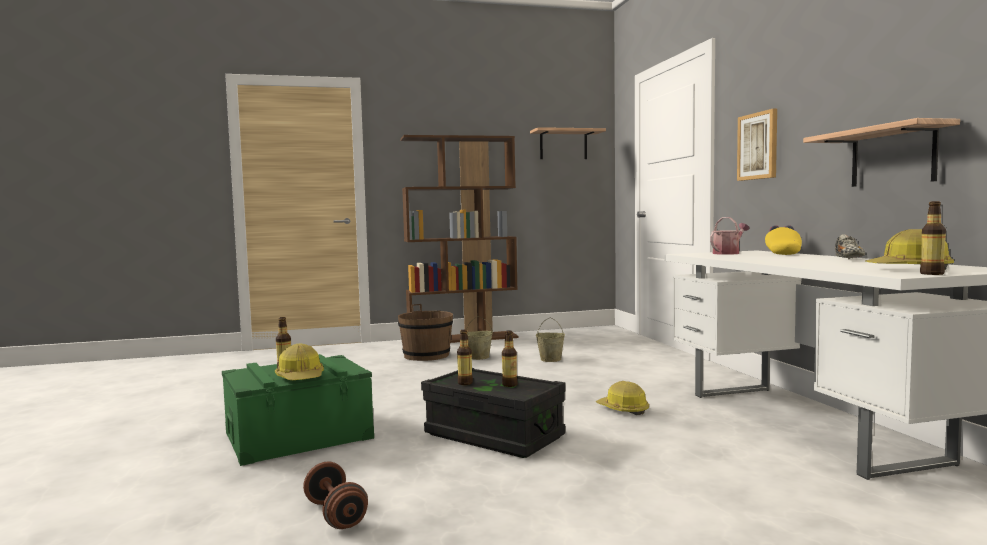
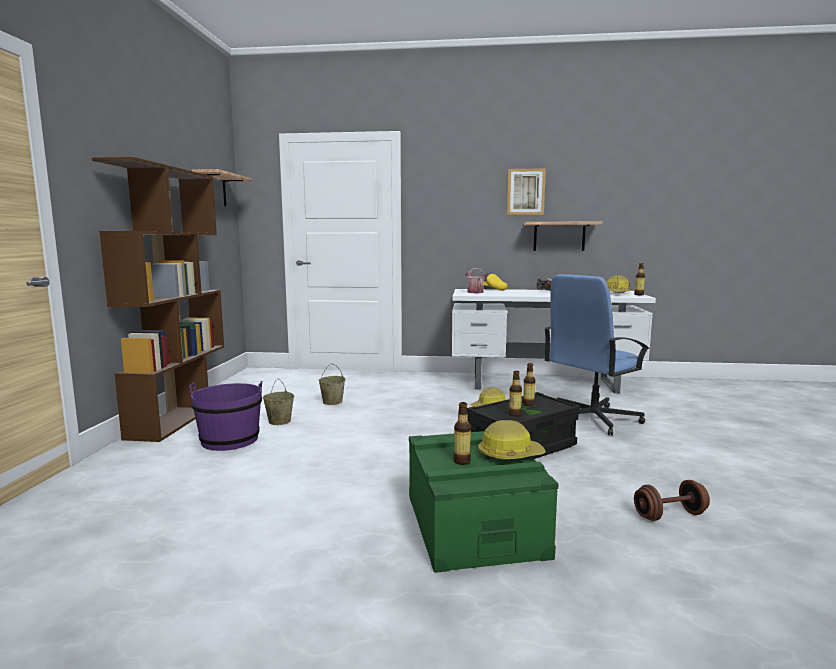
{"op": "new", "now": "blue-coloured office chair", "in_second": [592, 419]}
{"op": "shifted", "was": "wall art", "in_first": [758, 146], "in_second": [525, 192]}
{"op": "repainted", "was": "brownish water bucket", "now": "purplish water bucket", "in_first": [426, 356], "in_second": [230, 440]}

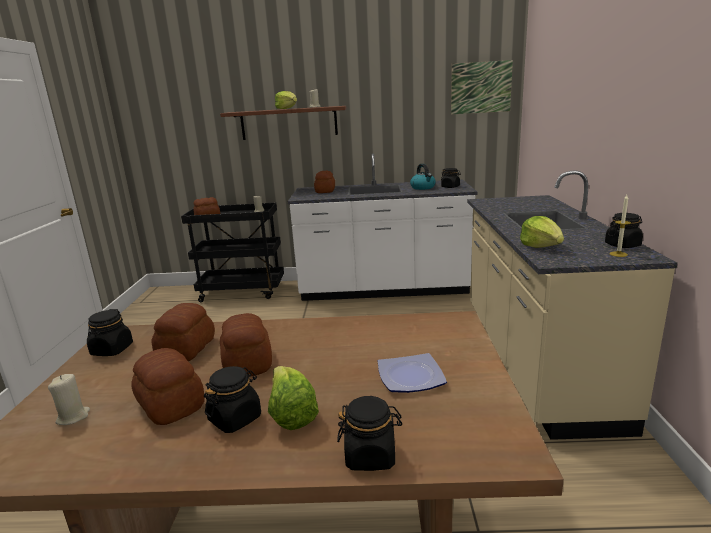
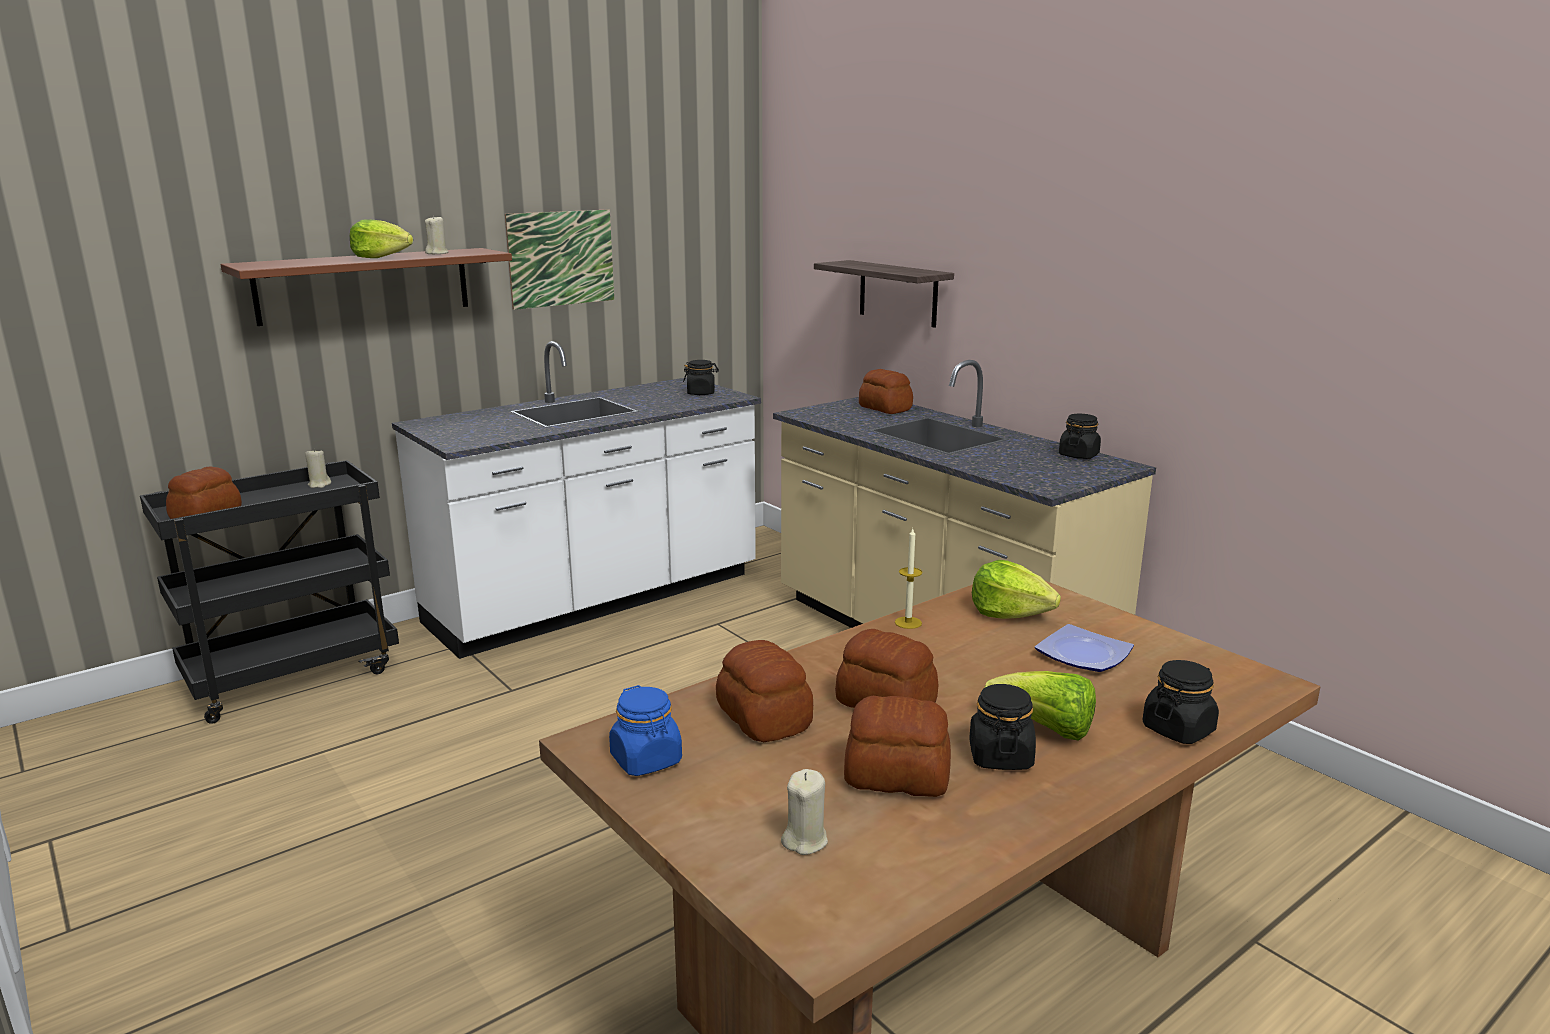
{"op": "gone", "was": "water kettle", "in_first": [423, 188]}
{"op": "new", "now": "bracket shelf", "in_second": [898, 293]}
{"op": "shifted", "was": "bread", "in_first": [325, 191], "in_second": [885, 409]}
{"op": "shifted", "was": "wall art", "in_first": [481, 87], "in_second": [561, 258]}
{"op": "shifted", "was": "lettuce", "in_first": [541, 246], "in_second": [1010, 613]}
{"op": "shifted", "was": "candle", "in_first": [618, 254], "in_second": [908, 622]}
{"op": "repainted", "was": "black-coloured jar", "now": "blue-coloured jar", "in_first": [112, 350], "in_second": [646, 760]}

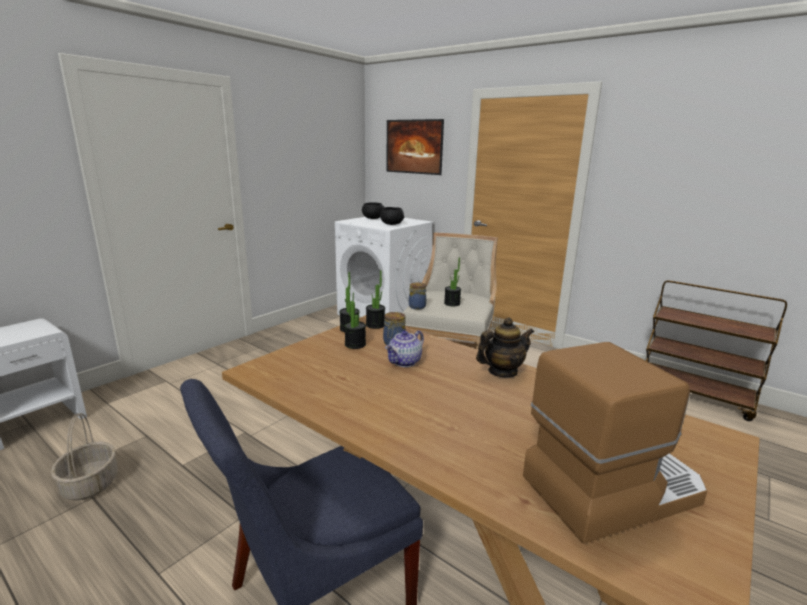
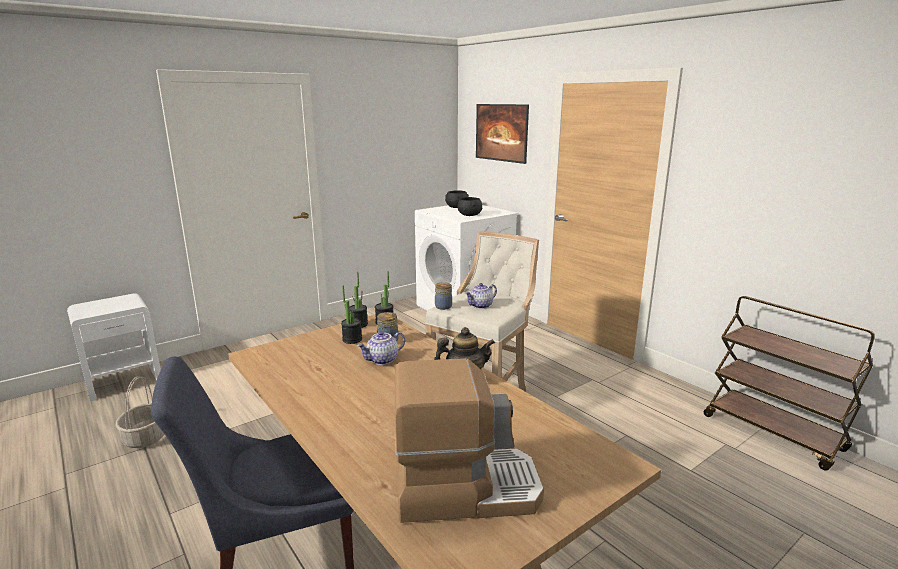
{"op": "swapped", "was": "houseplant", "now": "teapot", "in_first": [452, 303], "in_second": [481, 306]}

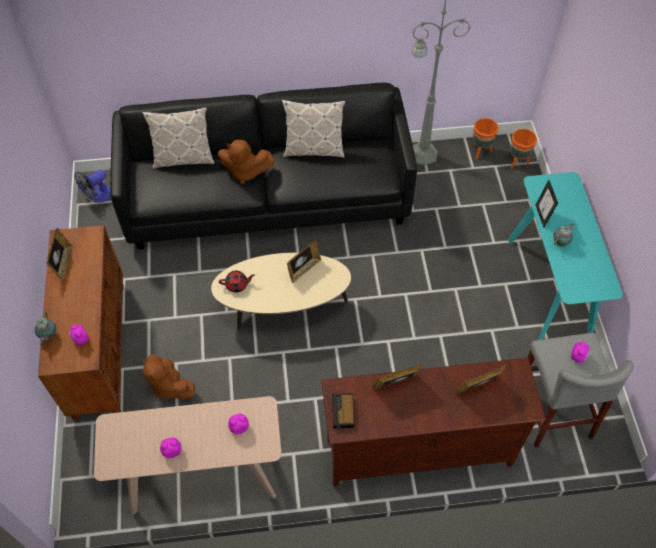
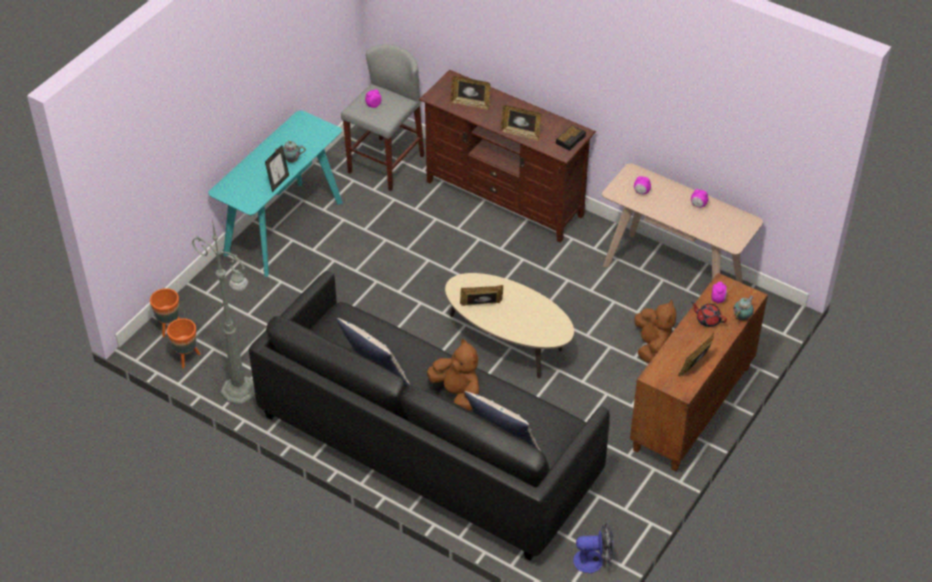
{"op": "shifted", "was": "reddish teapot", "in_first": [237, 285], "in_second": [707, 320]}

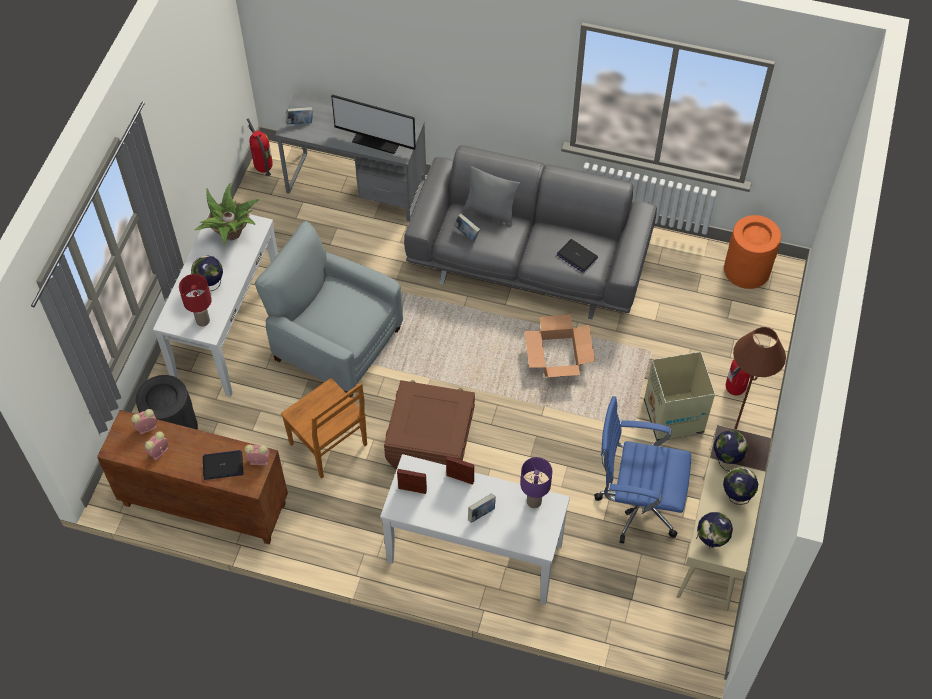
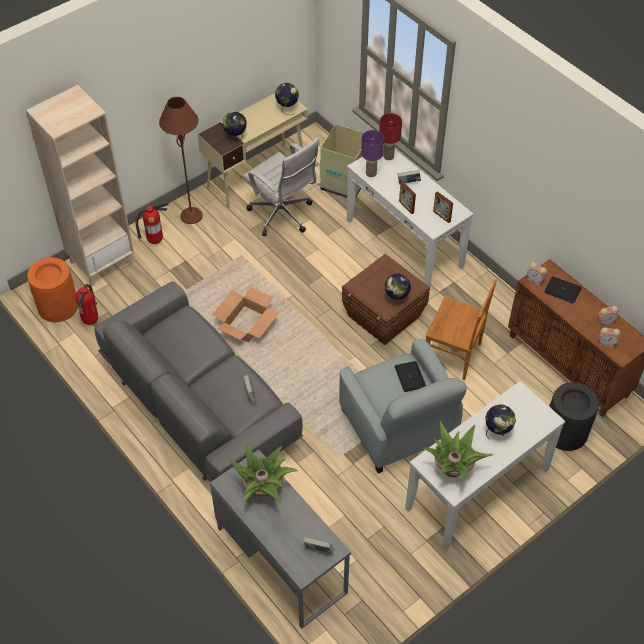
{"op": "gone", "was": "greyish throw pillow", "in_first": [490, 212]}
{"op": "new", "now": "sand-coloured bookcase", "in_second": [102, 261]}
{"op": "shifted", "was": "reddish table lamp", "in_first": [203, 320], "in_second": [388, 156]}
{"op": "shifted", "was": "fire extinguisher", "in_first": [263, 169], "in_second": [91, 321]}
{"op": "shifted", "was": "portable computer", "in_first": [576, 256], "in_second": [410, 377]}
{"op": "shifted", "was": "carton", "in_first": [673, 418], "in_second": [345, 183]}
{"op": "shifted", "was": "globe", "in_first": [736, 496], "in_second": [396, 299]}
{"op": "swapped", "was": "computer display", "now": "houseplant", "in_first": [377, 139], "in_second": [263, 489]}
{"op": "repainted", "was": "blue-coloured office chair", "now": "white-coloured office chair", "in_first": [635, 505], "in_second": [283, 216]}
{"op": "rotated", "was": "brownish chair", "in_first": [329, 446], "in_second": [454, 355], "clockwise": 120}

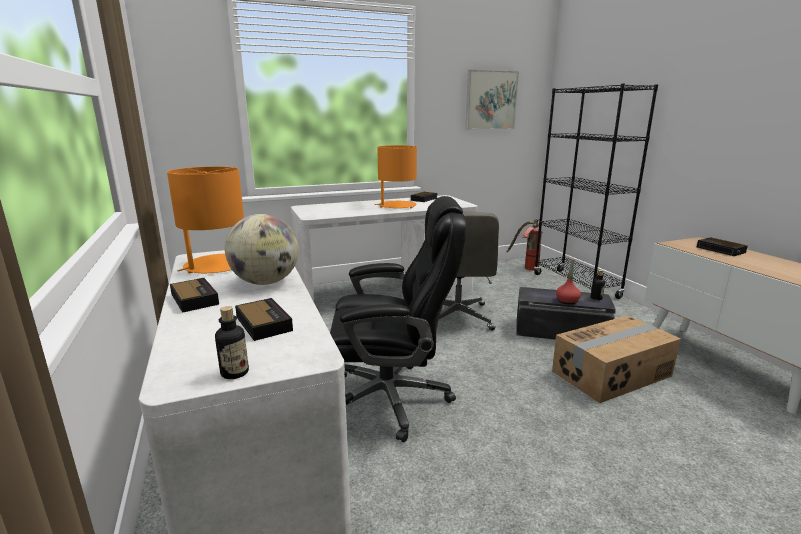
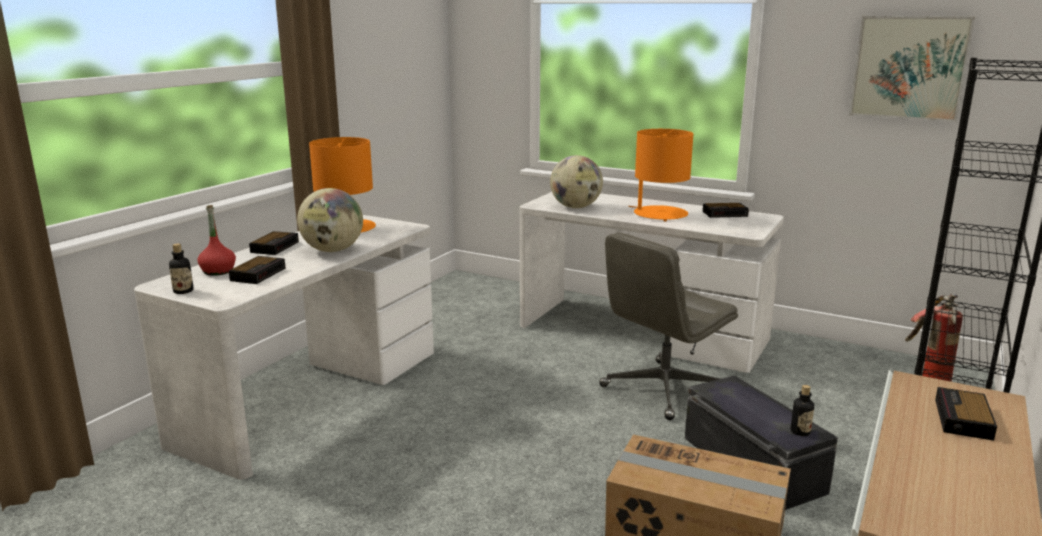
{"op": "gone", "was": "black-coloured office chair", "in_first": [391, 398]}
{"op": "new", "now": "globe", "in_second": [576, 207]}
{"op": "shifted", "was": "reddish bottle", "in_first": [567, 301], "in_second": [218, 271]}

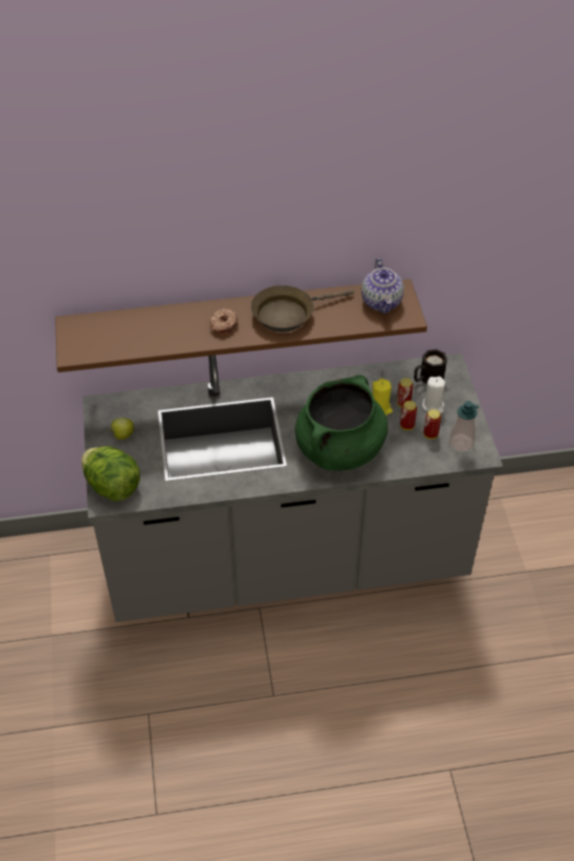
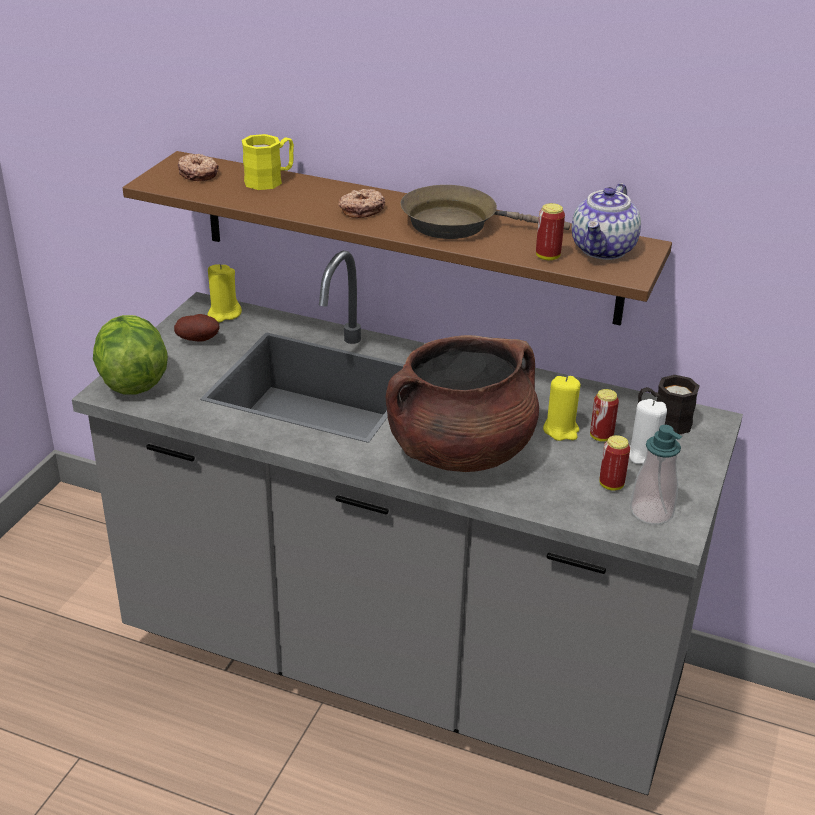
{"op": "new", "now": "doughnut", "in_second": [198, 174]}
{"op": "new", "now": "yellow candle", "in_second": [224, 314]}
{"op": "new", "now": "yellow tea mug", "in_second": [270, 180]}
{"op": "shifted", "was": "sealed can", "in_first": [407, 426], "in_second": [547, 257]}
{"op": "swapped", "was": "whole apple", "now": "spud", "in_first": [122, 435], "in_second": [199, 340]}
{"op": "repainted", "was": "green stockpot", "now": "brownish stockpot", "in_first": [340, 449], "in_second": [459, 452]}

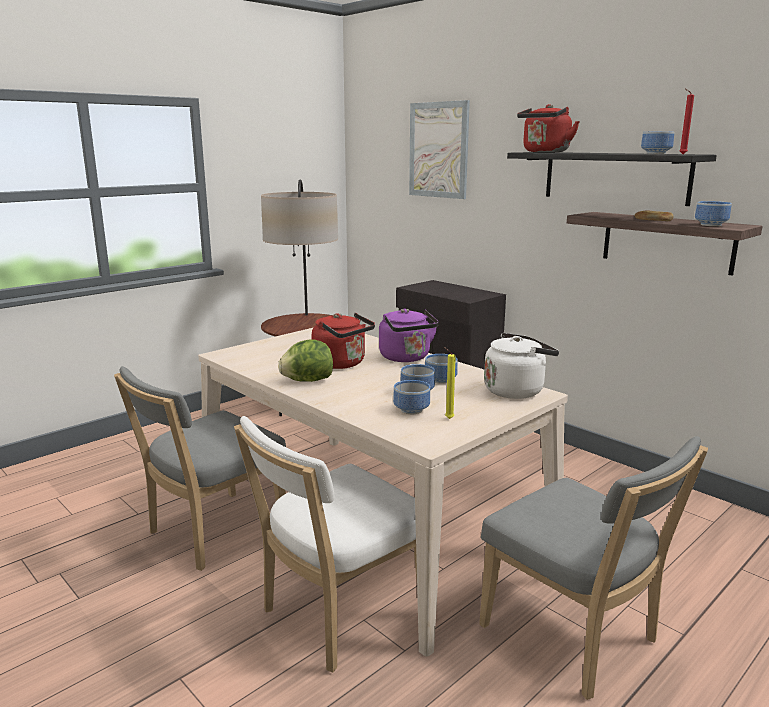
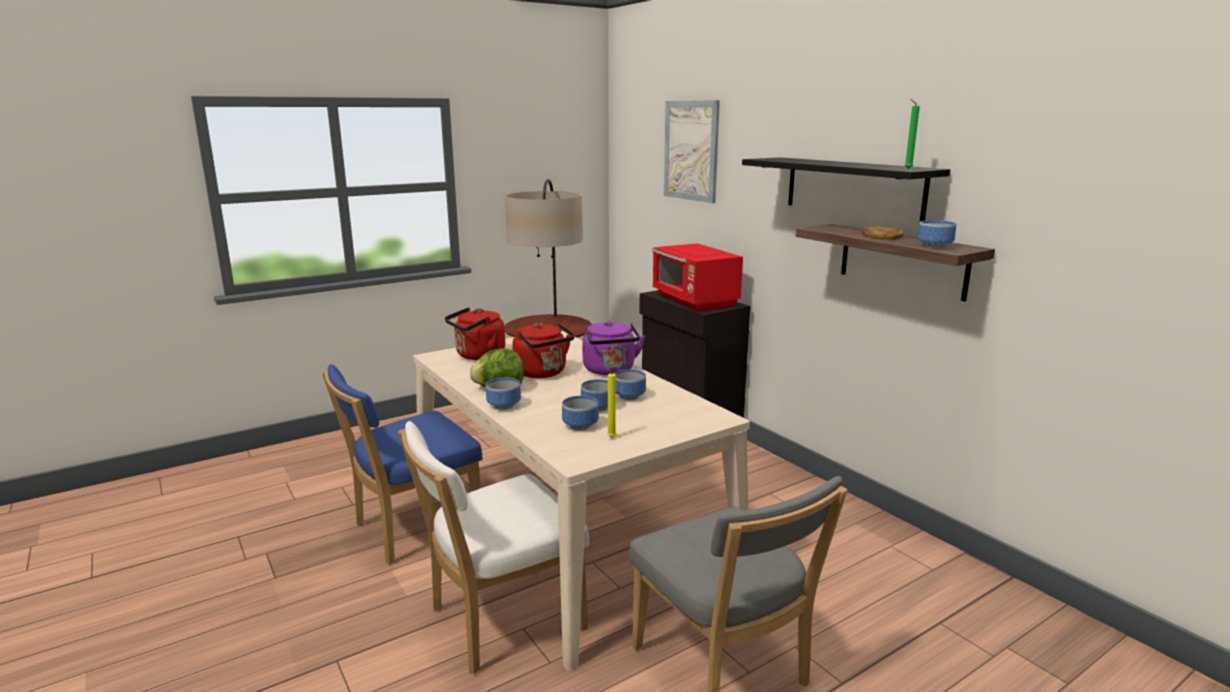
{"op": "gone", "was": "white-coloured water kettle", "in_first": [516, 390]}
{"op": "new", "now": "reddish kitchen microwave", "in_second": [694, 301]}
{"op": "shifted", "was": "reddish water kettle", "in_first": [544, 152], "in_second": [478, 356]}
{"op": "shifted", "was": "bowl", "in_first": [656, 153], "in_second": [504, 406]}
{"op": "repainted", "was": "greyish chair", "now": "blue-coloured chair", "in_first": [212, 532], "in_second": [413, 529]}
{"op": "repainted", "was": "reddish candle", "now": "green candle", "in_first": [681, 154], "in_second": [907, 169]}

